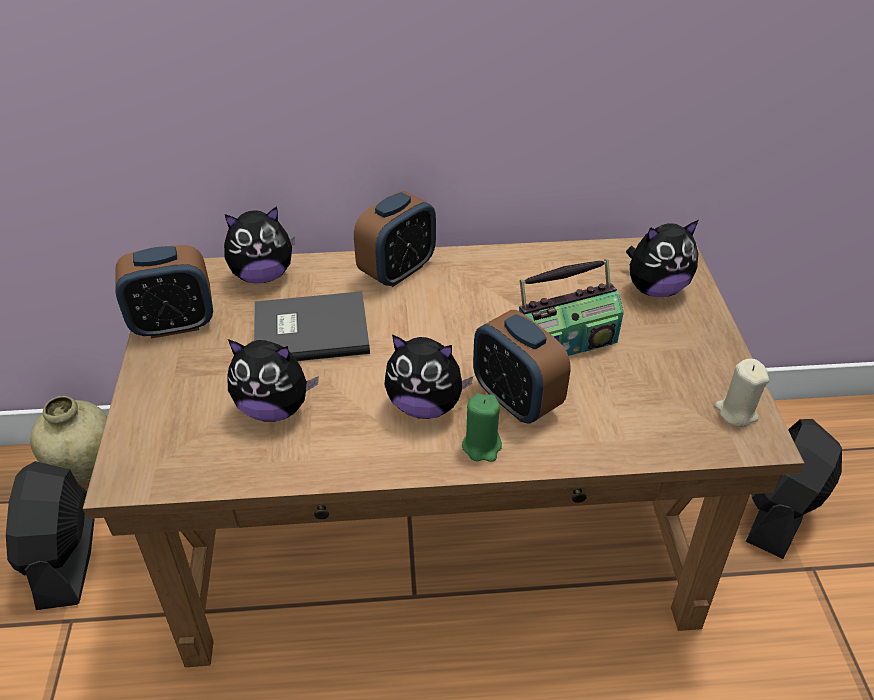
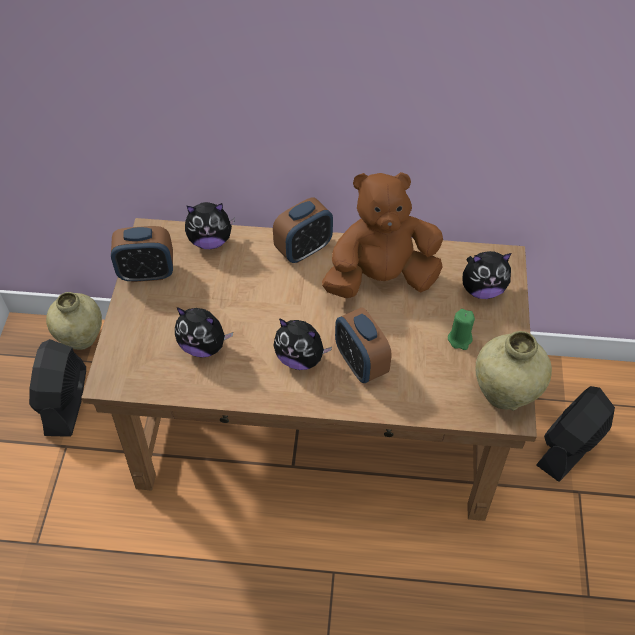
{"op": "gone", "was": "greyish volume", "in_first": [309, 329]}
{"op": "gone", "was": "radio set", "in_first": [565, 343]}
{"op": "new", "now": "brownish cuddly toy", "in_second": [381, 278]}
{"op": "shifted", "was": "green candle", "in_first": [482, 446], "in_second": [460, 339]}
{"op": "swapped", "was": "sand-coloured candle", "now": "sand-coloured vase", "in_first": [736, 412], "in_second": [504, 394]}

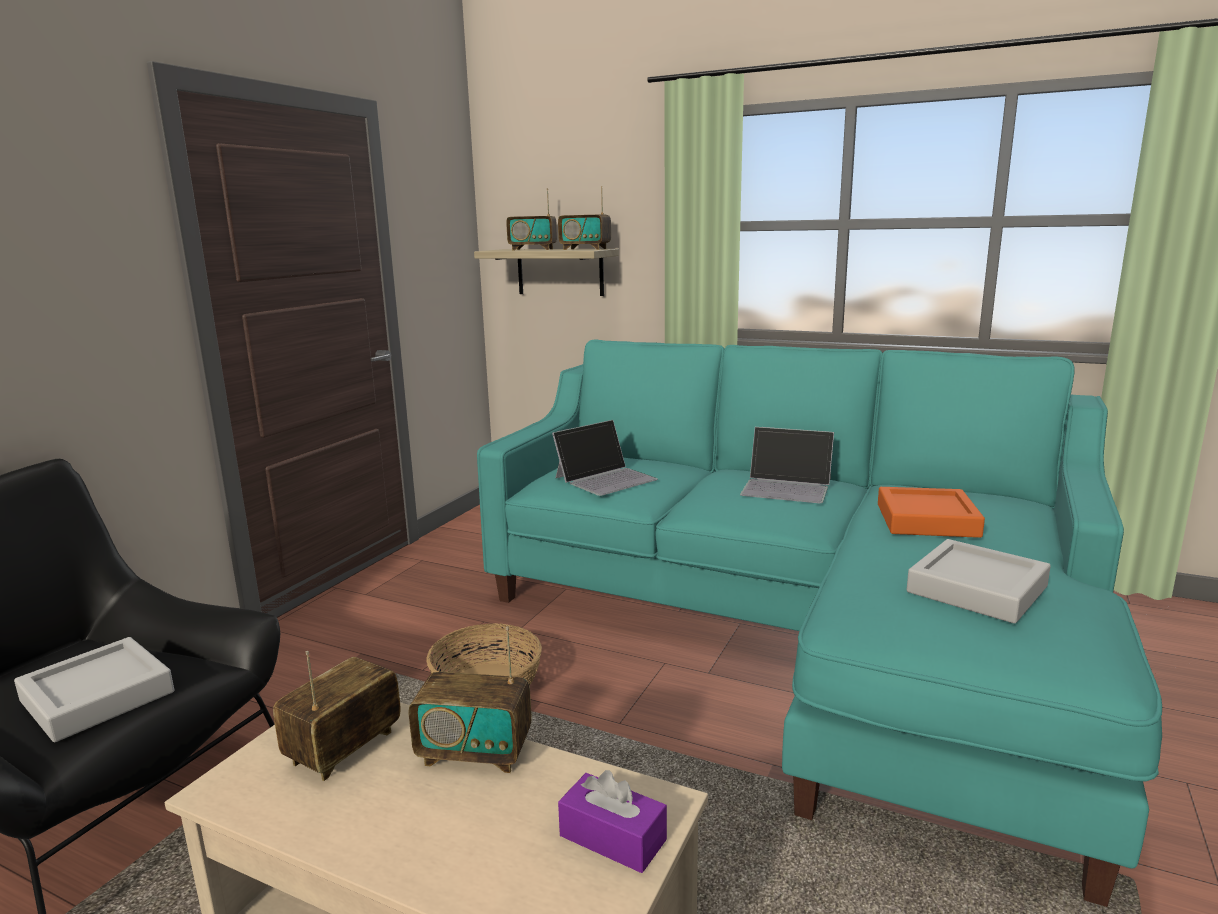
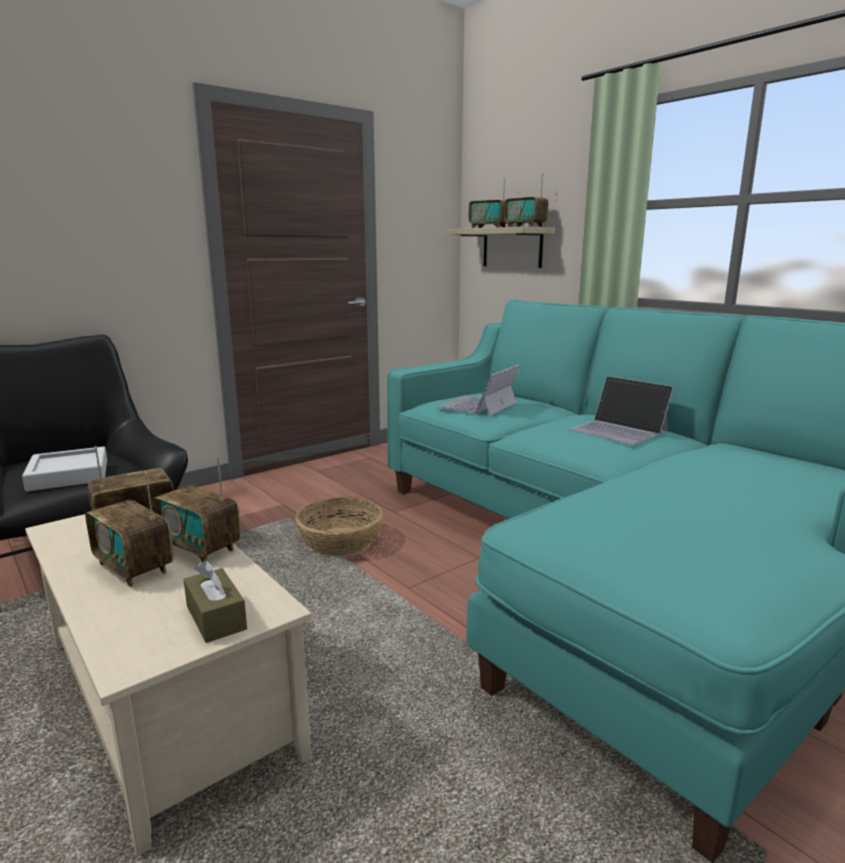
{"op": "gone", "was": "orange serving tray", "in_first": [927, 520]}
{"op": "gone", "was": "greyish serving tray", "in_first": [976, 589]}
{"op": "new", "now": "radio set", "in_second": [134, 568]}
{"op": "repainted", "was": "purplish tissue holder", "now": "brownish tissue holder", "in_first": [613, 837], "in_second": [216, 617]}
{"op": "rotated", "was": "portable computer", "in_first": [606, 478], "in_second": [478, 405], "clockwise": 135}

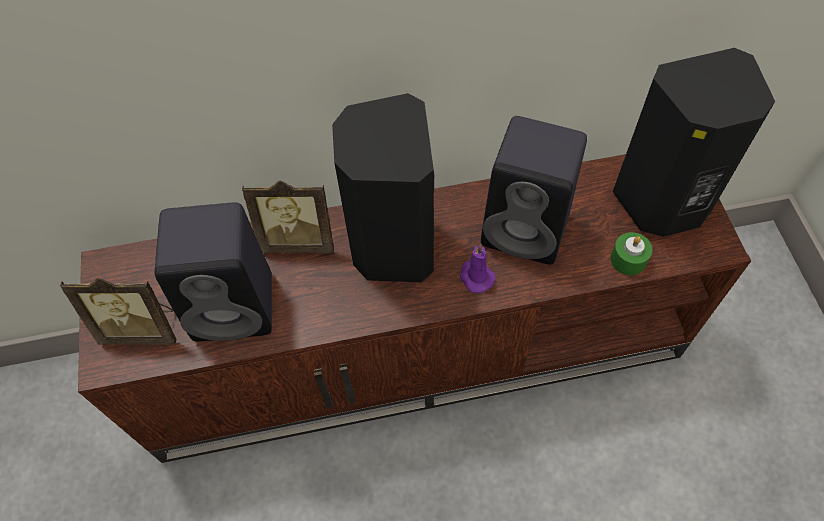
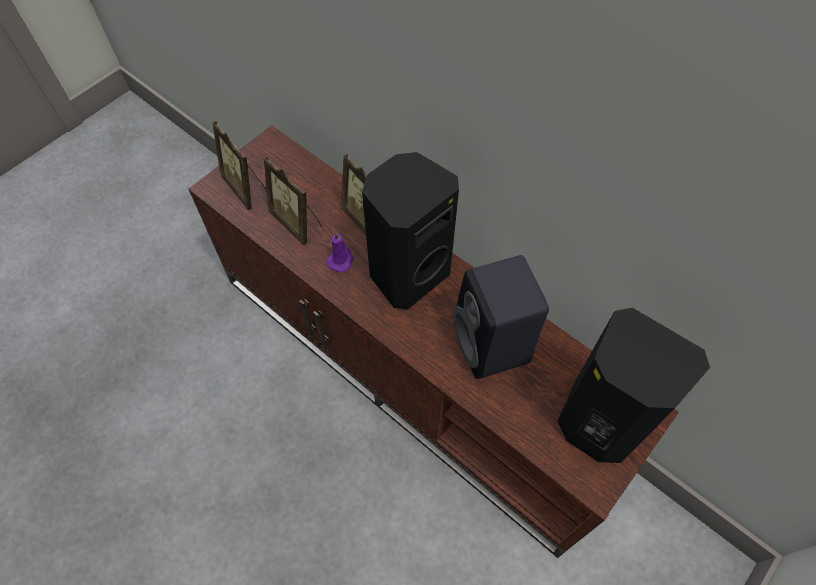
{"op": "gone", "was": "green candle", "in_first": [628, 259]}
{"op": "shifted", "was": "purplish candle", "in_first": [475, 276], "in_second": [341, 259]}
{"op": "swapped", "was": "black-coloured audio speaker", "now": "photo frame", "in_first": [237, 306], "in_second": [297, 222]}

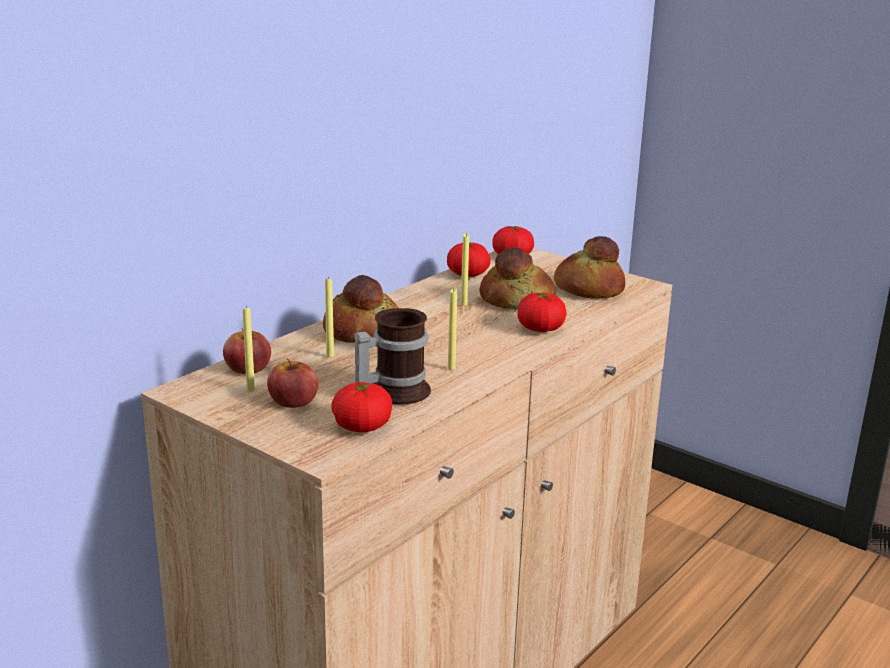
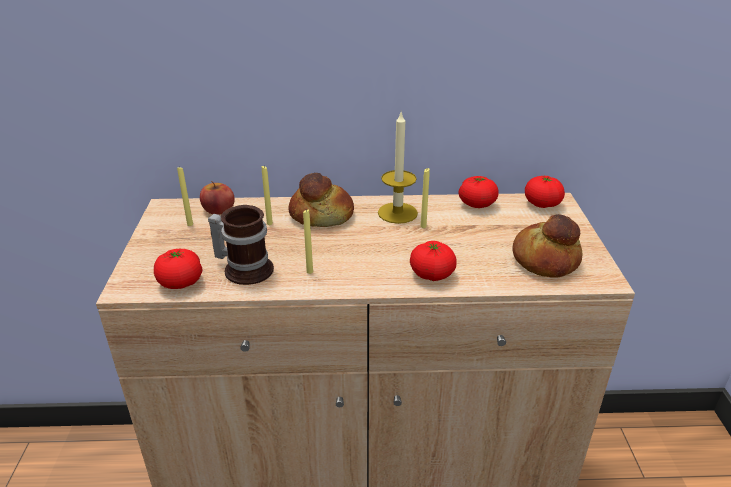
{"op": "gone", "was": "whole apple", "in_first": [293, 400]}
{"op": "gone", "was": "bread", "in_first": [517, 300]}
{"op": "new", "now": "candle", "in_second": [397, 213]}

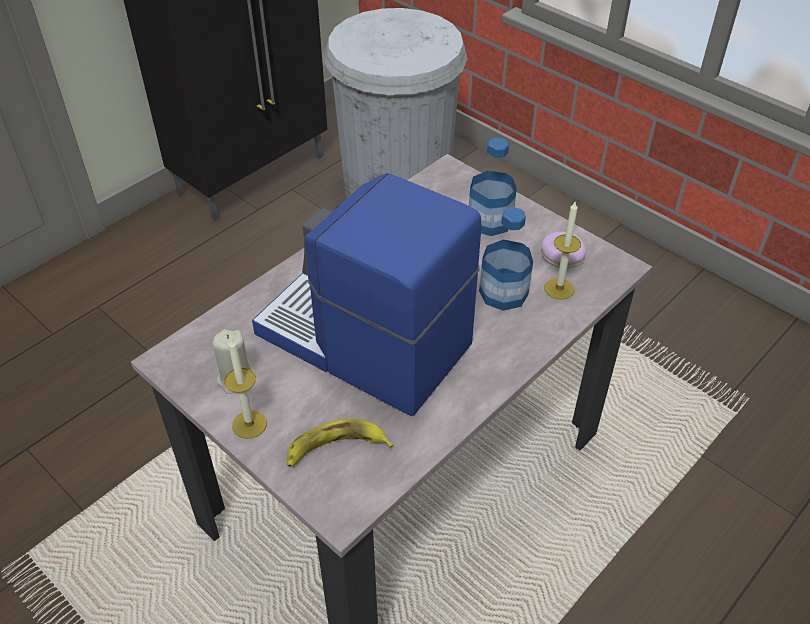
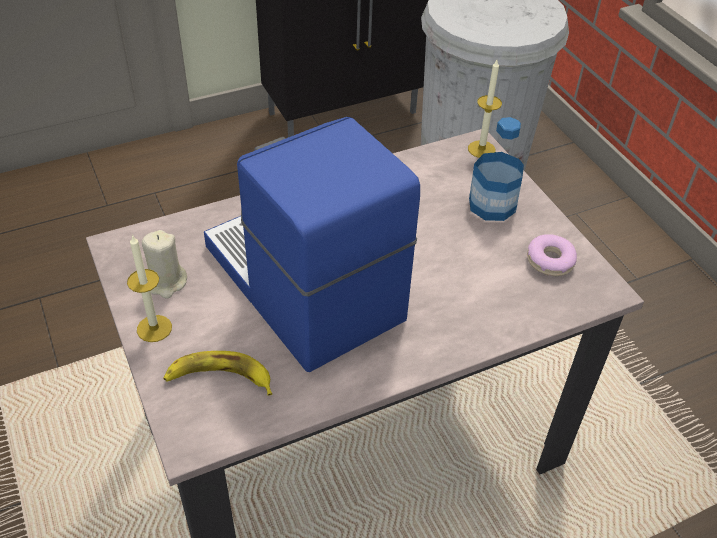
{"op": "gone", "was": "bottle", "in_first": [503, 292]}
{"op": "shifted", "was": "candle", "in_first": [559, 288], "in_second": [481, 149]}

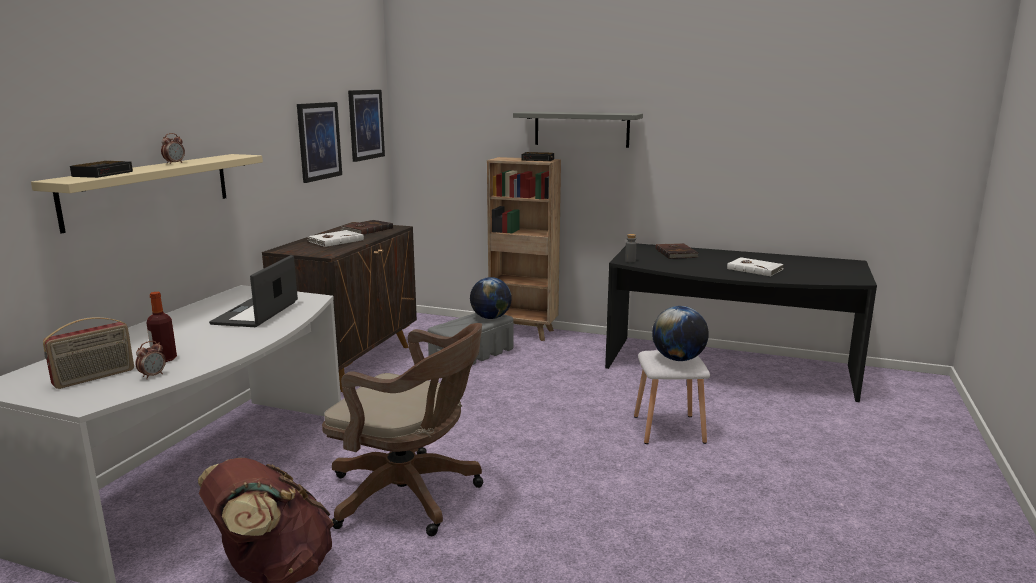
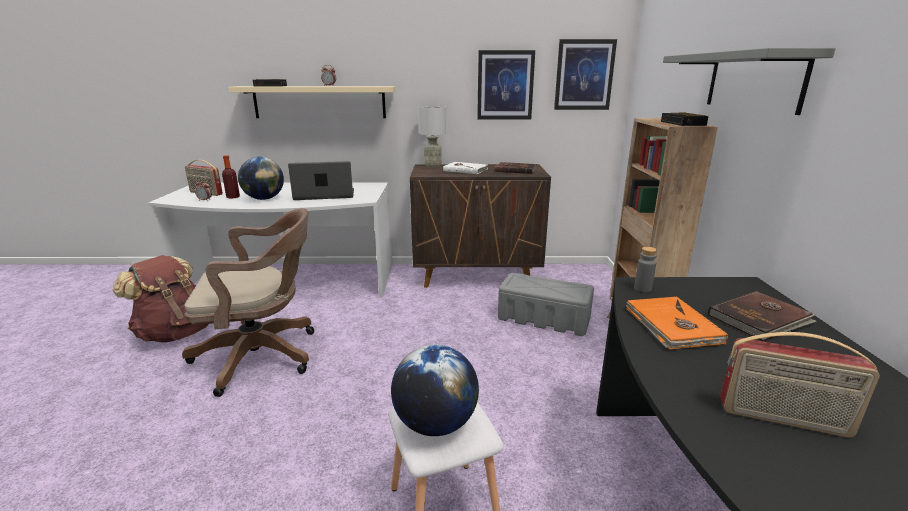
{"op": "new", "now": "greyish table lamp", "in_second": [432, 166]}
{"op": "new", "now": "orange volume", "in_second": [671, 326]}
{"op": "shifted", "was": "globe", "in_first": [490, 317], "in_second": [264, 199]}
{"op": "swapped", "was": "white-coloured volume", "now": "radio set", "in_first": [754, 269], "in_second": [783, 419]}
{"op": "rotated", "was": "brownish office chair", "in_first": [411, 496], "in_second": [264, 356], "clockwise": -105}

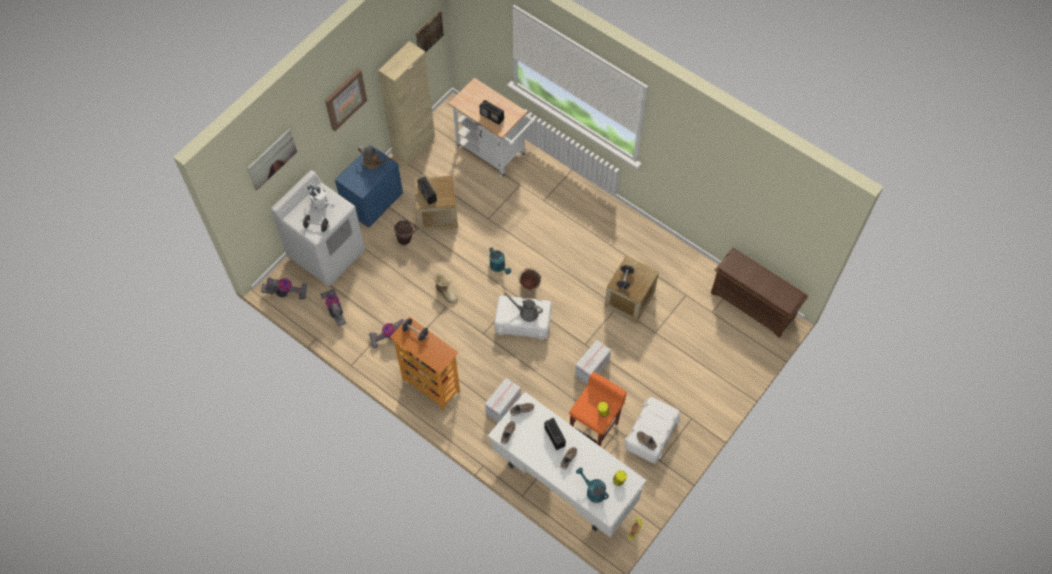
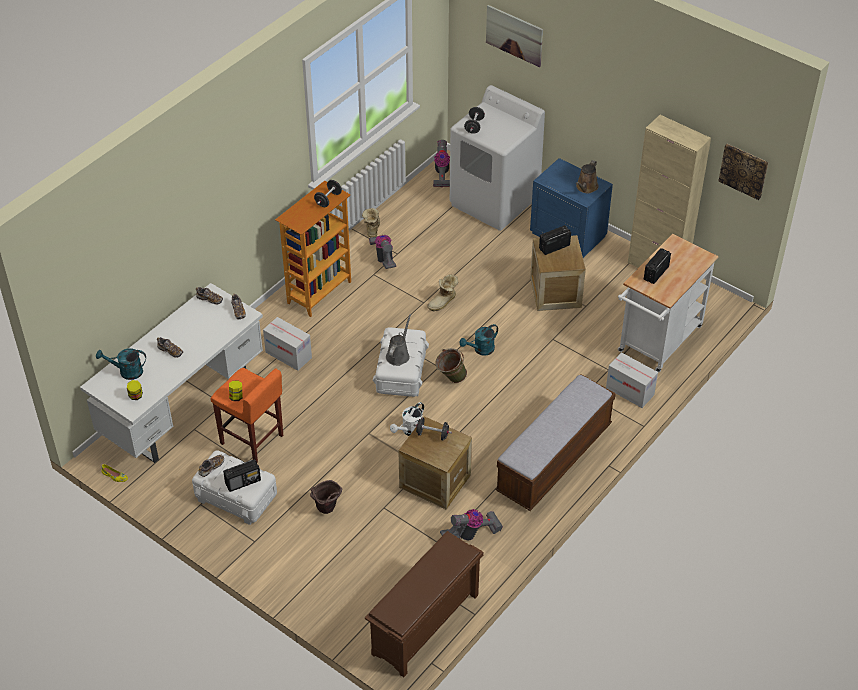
{"op": "gone", "was": "wall art", "in_first": [345, 99]}
{"op": "new", "now": "high-top boot", "in_second": [372, 229]}
{"op": "new", "now": "long seat", "in_second": [554, 459]}
{"op": "shifted", "was": "white-coloured watering can", "in_first": [322, 204], "in_second": [410, 431]}
{"op": "shifted", "was": "hoover", "in_first": [335, 310], "in_second": [471, 534]}
{"op": "shifted", "was": "brownish water bucket", "in_first": [406, 240], "in_second": [327, 510]}
{"op": "shifted", "was": "radio set", "in_first": [554, 436], "in_second": [243, 482]}
{"op": "shifted", "was": "carton", "in_first": [592, 368], "in_second": [629, 391]}
{"op": "rotated", "was": "blue-green watering can", "in_first": [592, 491], "in_second": [126, 372], "clockwise": -135}

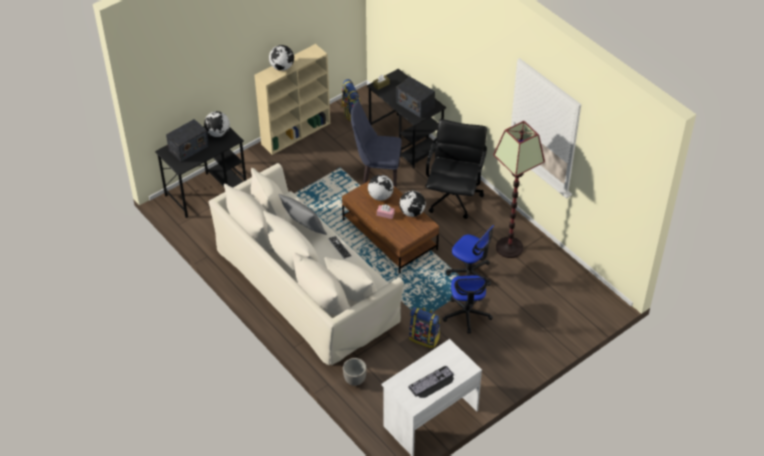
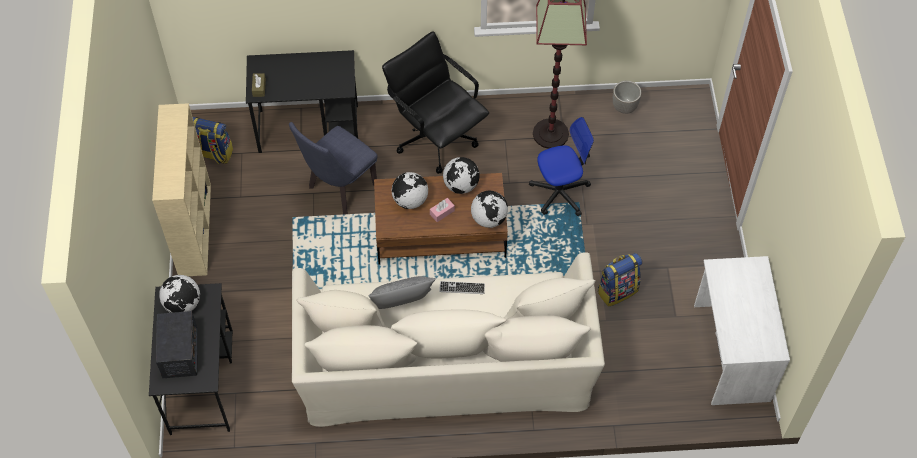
{"op": "gone", "was": "radio set", "in_first": [414, 105]}
{"op": "gone", "was": "computer keyboard", "in_first": [432, 383]}
{"op": "gone", "was": "office chair", "in_first": [467, 314]}
{"op": "shifted", "was": "globe", "in_first": [282, 67], "in_second": [489, 219]}
{"op": "shifted", "was": "flower pot", "in_first": [354, 380], "in_second": [624, 107]}

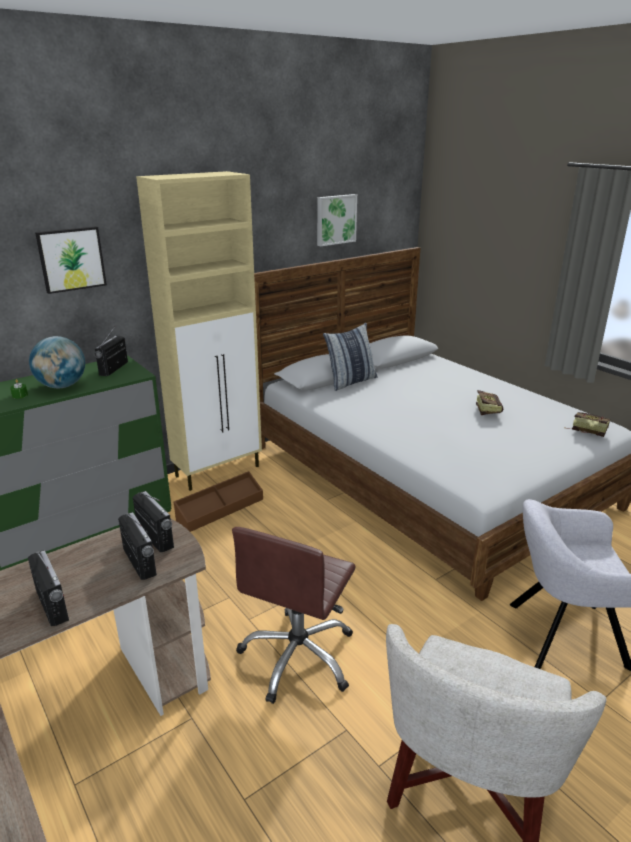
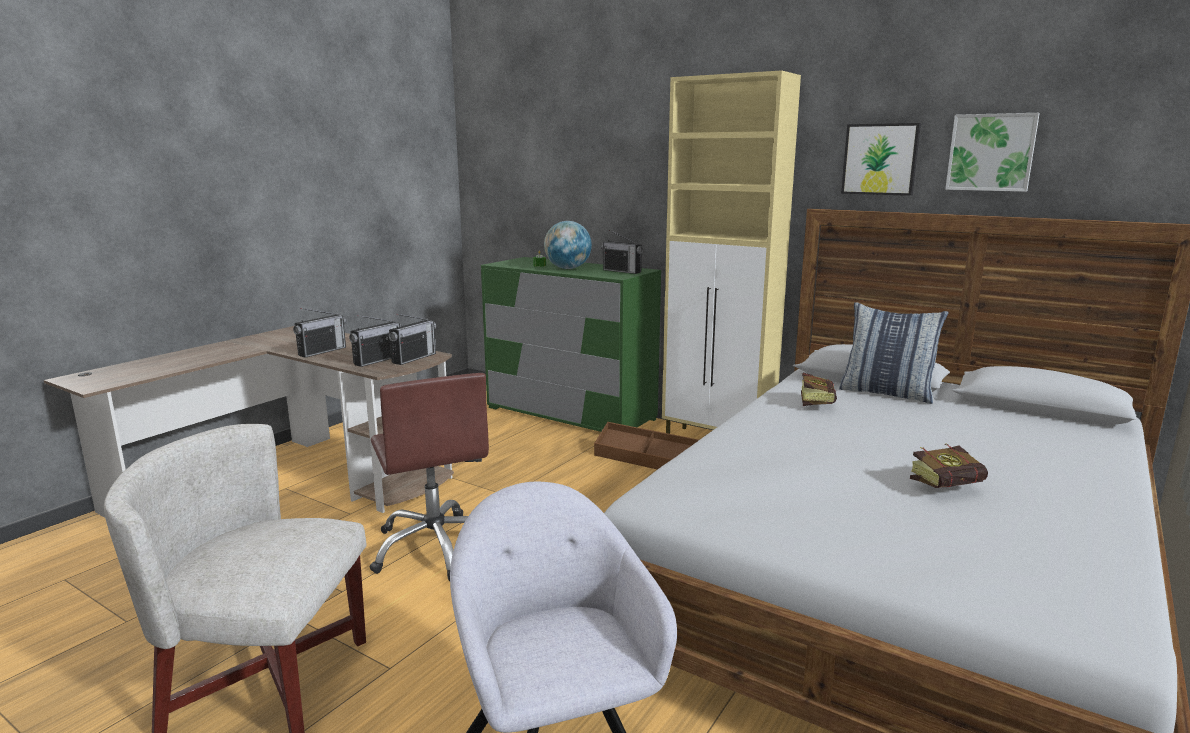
{"op": "shifted", "was": "wall art", "in_first": [71, 259], "in_second": [880, 159]}
{"op": "shifted", "was": "volume", "in_first": [585, 430], "in_second": [816, 402]}
{"op": "rotated", "was": "radio set", "in_first": [114, 368], "in_second": [622, 271], "clockwise": -135}
{"op": "rotated", "was": "brownish office chair", "in_first": [298, 656], "in_second": [436, 547], "clockwise": -120}

